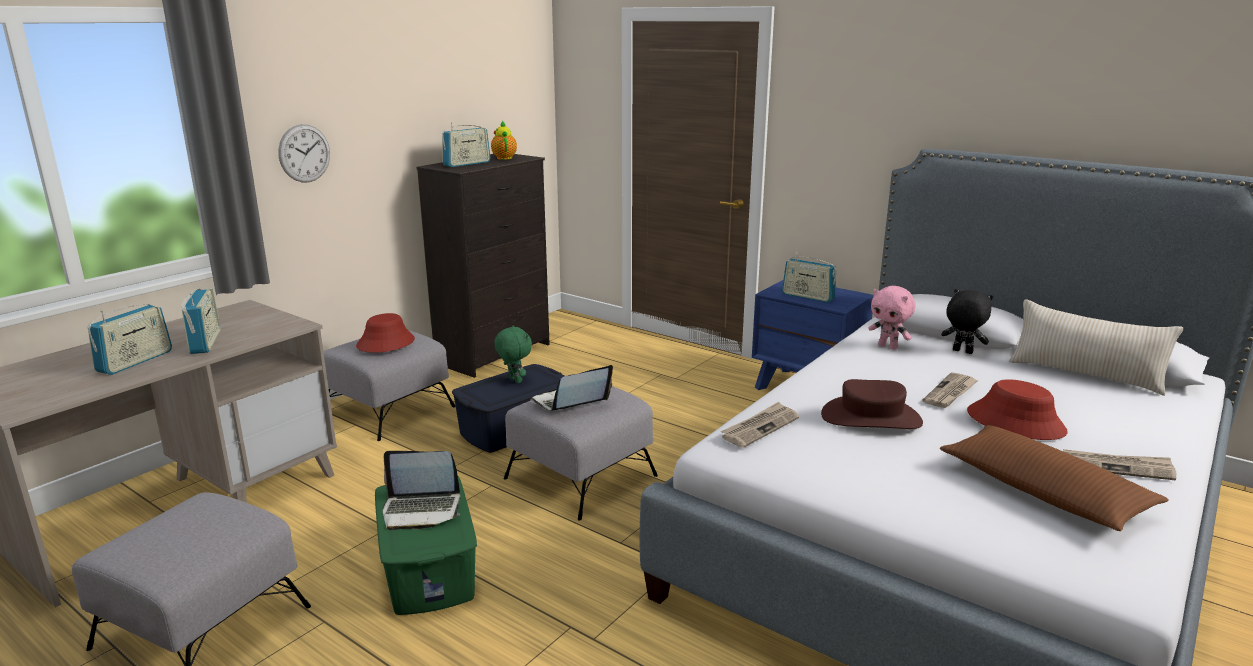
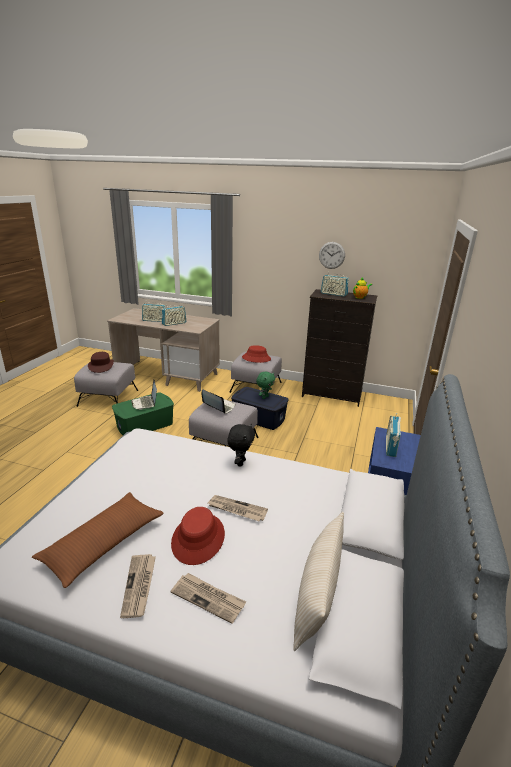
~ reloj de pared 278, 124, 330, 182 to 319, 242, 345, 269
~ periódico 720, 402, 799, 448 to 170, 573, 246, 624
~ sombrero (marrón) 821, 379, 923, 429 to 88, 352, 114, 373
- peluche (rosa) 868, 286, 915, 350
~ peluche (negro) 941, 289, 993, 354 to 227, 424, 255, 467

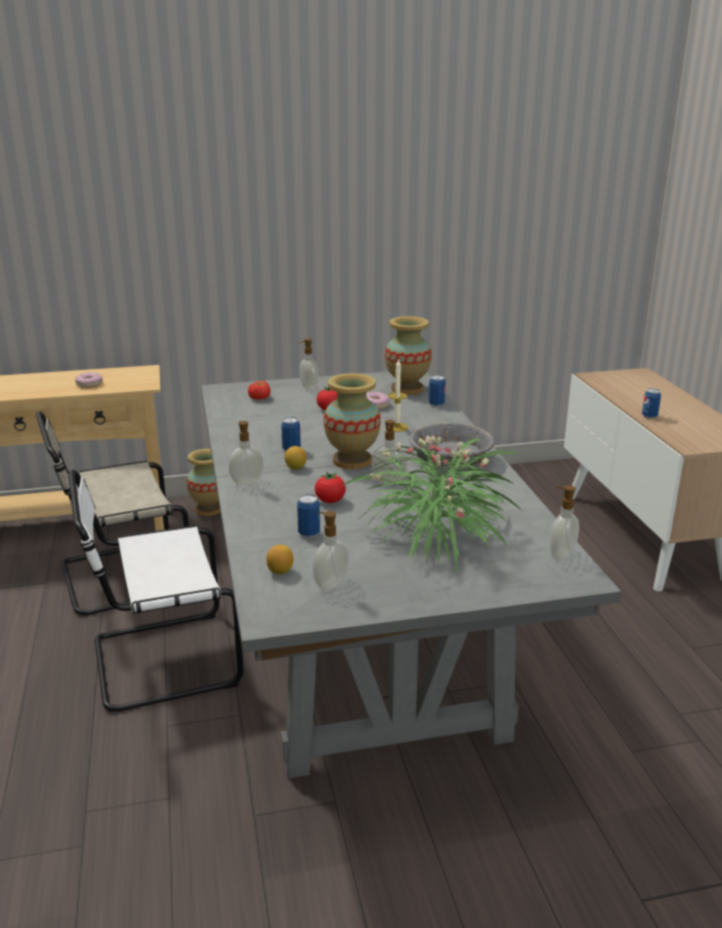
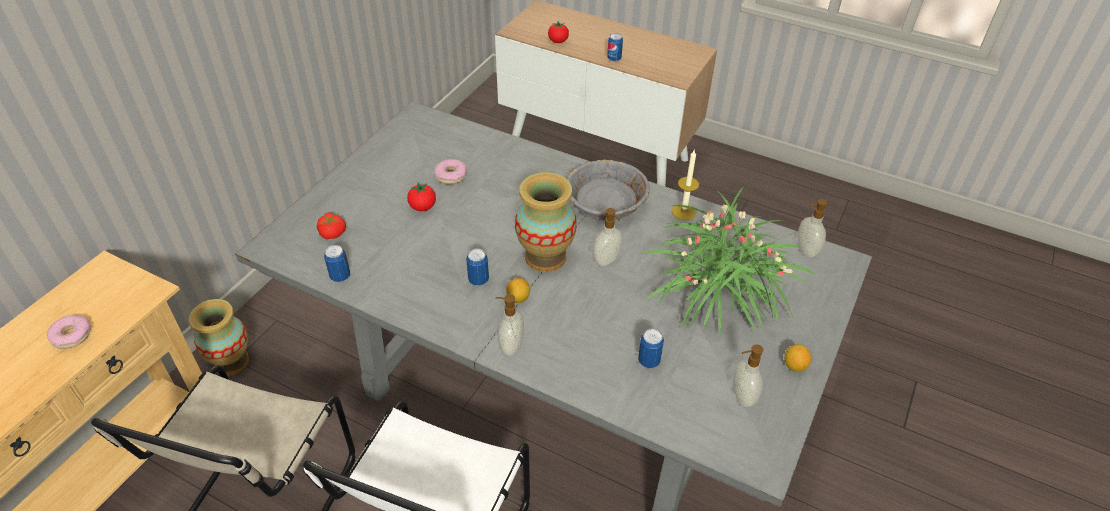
~ limón 266, 545, 293, 574 to 785, 344, 811, 372
- dispensador de jabón 299, 338, 318, 391
~ tomate 315, 472, 346, 503 to 548, 21, 569, 43
- florero 385, 316, 432, 395
~ vela 388, 358, 408, 432 to 672, 150, 699, 220
~ lata 428, 375, 446, 407 to 324, 245, 350, 282

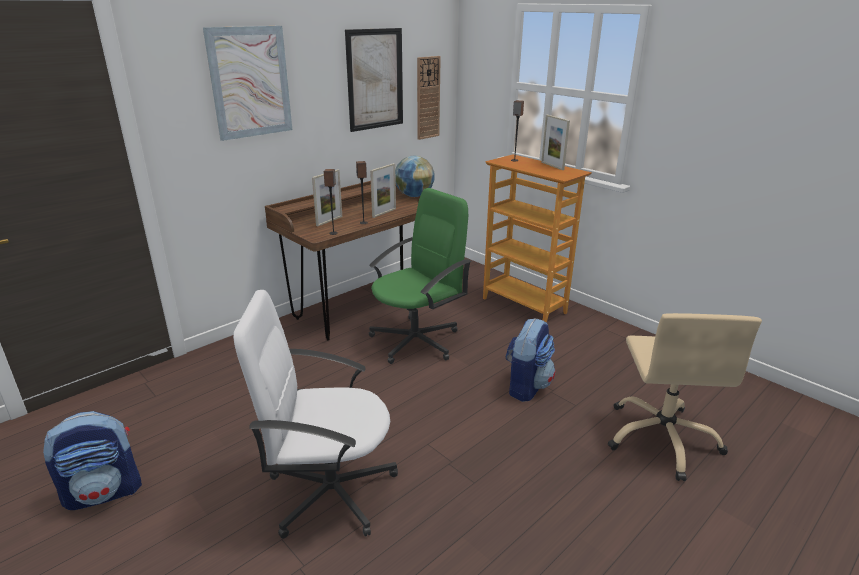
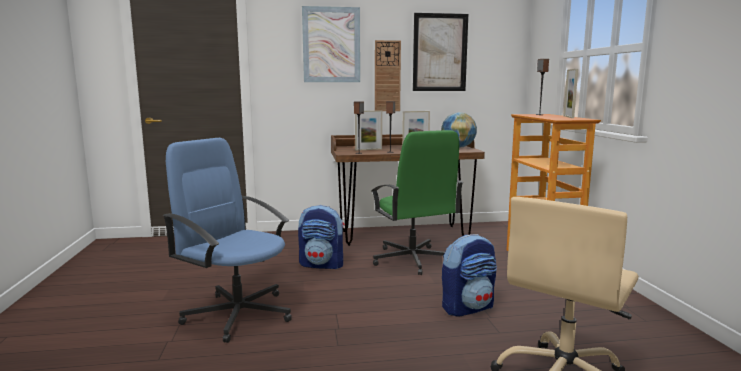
~ mochila 43, 411, 142, 510 to 298, 205, 345, 269
~ silla de oficina (blanco) 233, 290, 398, 539 to silla de oficina (azul) 162, 138, 292, 343
~ silla de oficina (verde) 369, 188, 471, 364 = 371, 130, 464, 275 75 degrees clockwise
~ reloj de pared 417, 56, 441, 140 to 375, 40, 401, 111

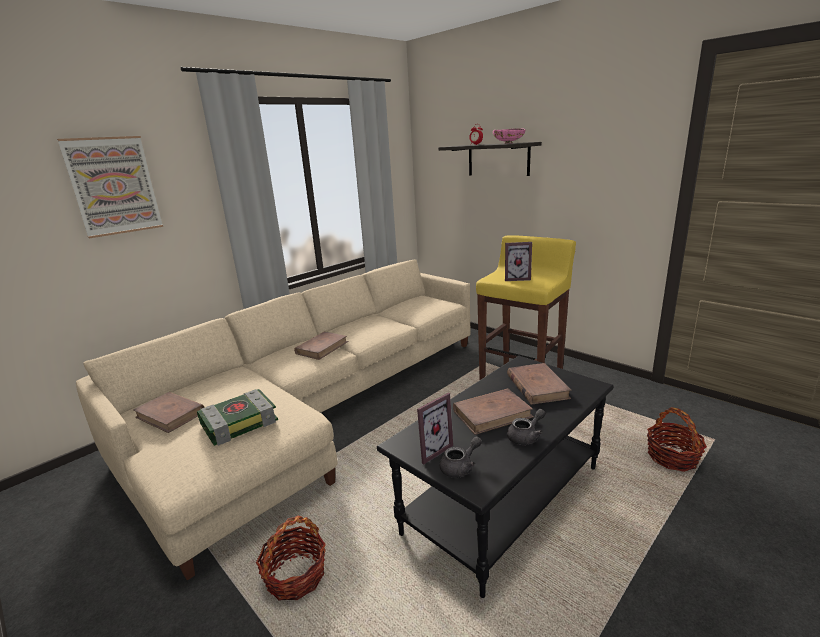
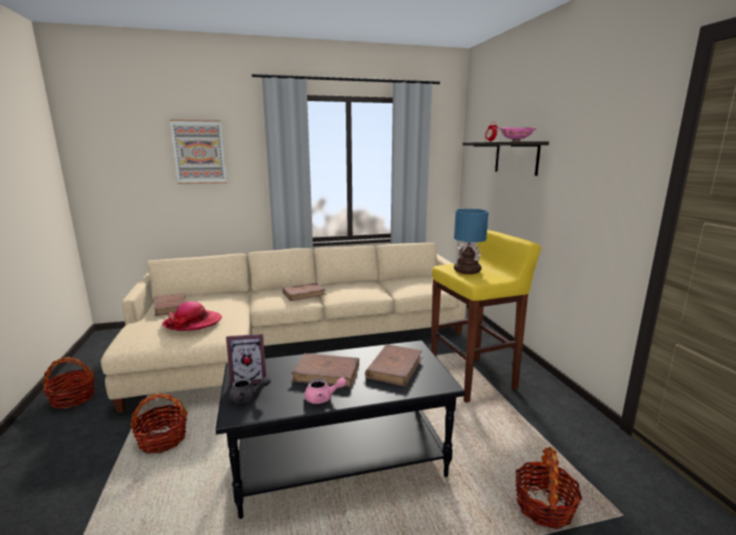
~ libro 197, 389, 278, 446 to sombrero 162, 301, 222, 331
~ portarretratos 505, 242, 532, 281 to lámpara de mesa 454, 209, 489, 274
~ tetera (gris) 507, 409, 546, 445 to tetera (rosa) 304, 377, 347, 404
+ cesta 42, 357, 95, 409

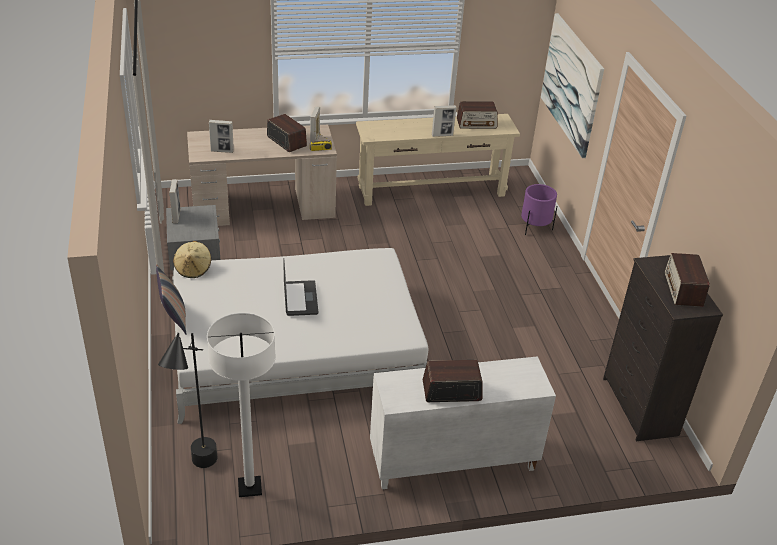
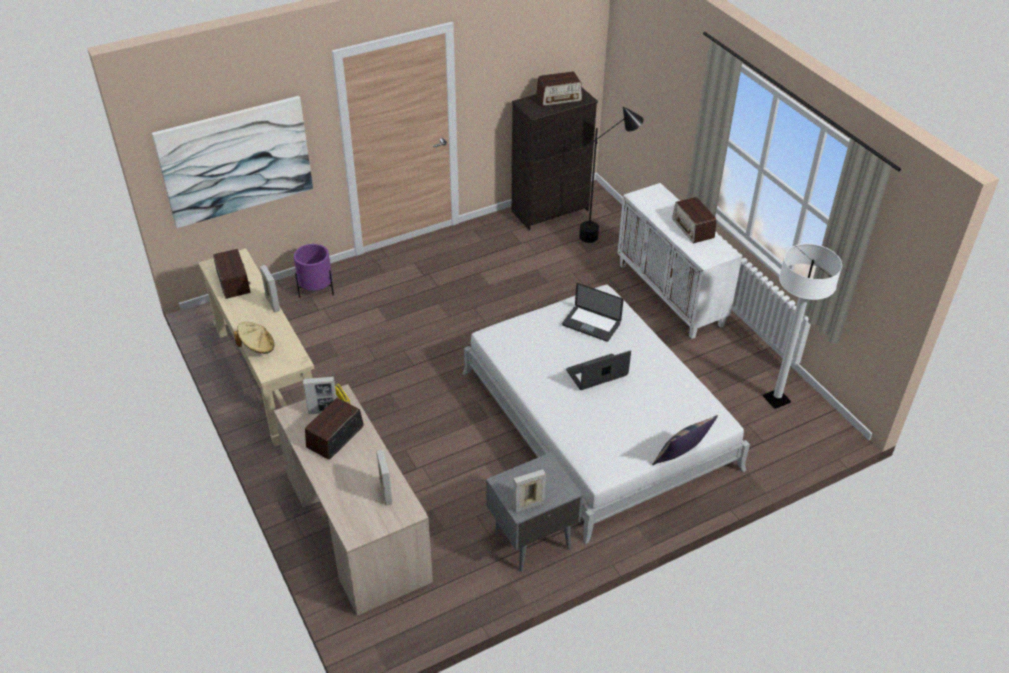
~ lámpara de pie (negro) 158, 333, 217, 468 to 579, 106, 644, 243
~ sombrero (beis) 173, 241, 211, 278 to 234, 322, 274, 354
+ portátil 562, 283, 623, 342

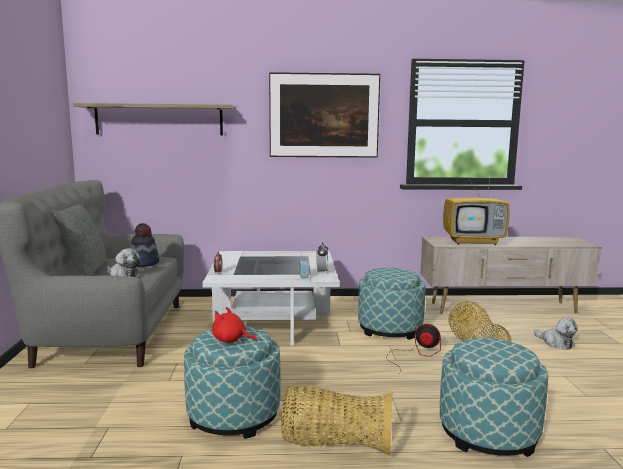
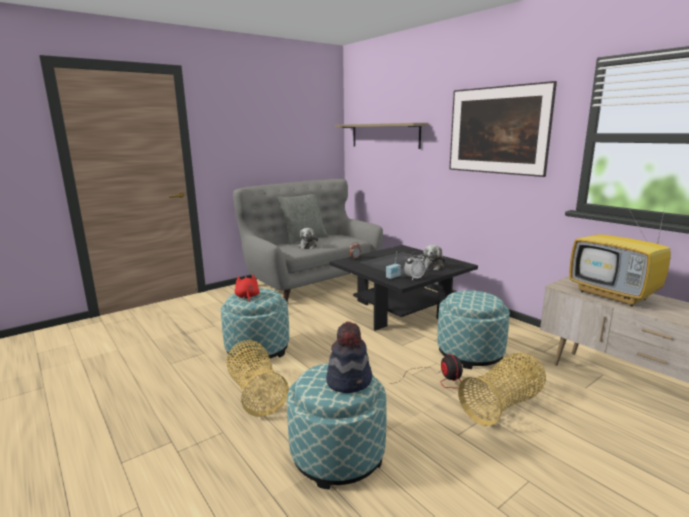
~ sombrero 130, 223, 159, 267 to 326, 321, 372, 393
~ mesa de centro (blanco) 203, 251, 340, 346 to mesa de centro (negro) 330, 245, 478, 331
~ peluche 534, 318, 578, 350 to 424, 245, 446, 270

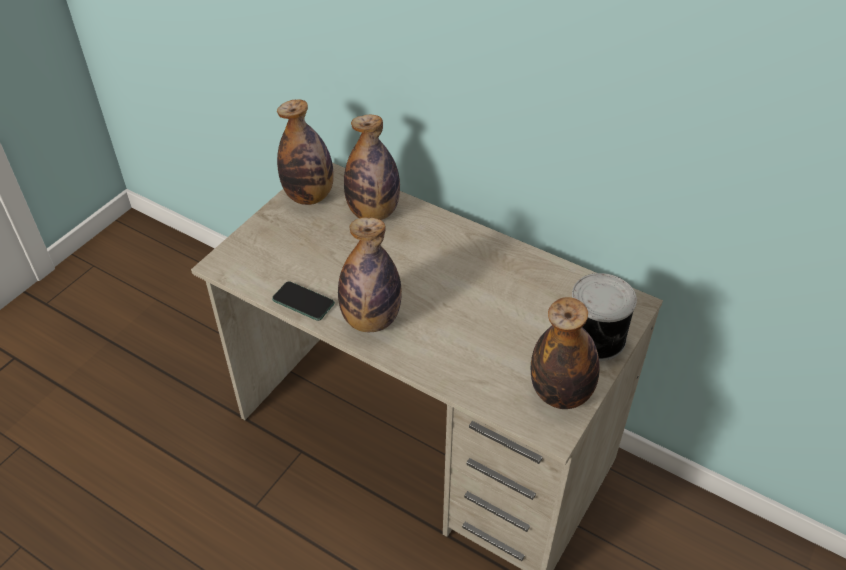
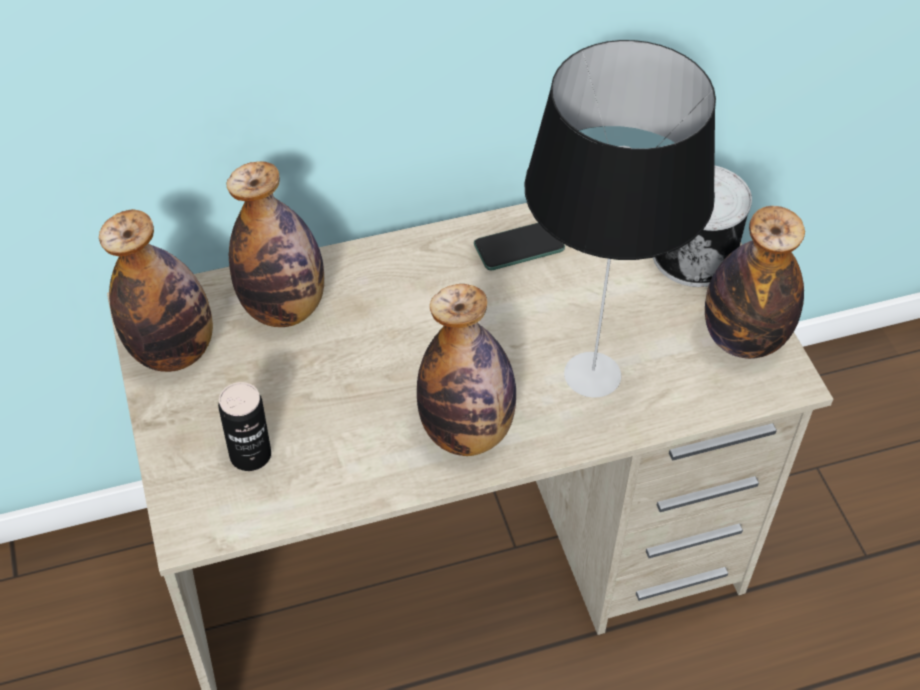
~ móvil 272, 281, 335, 321 to 474, 223, 565, 270
+ lata 218, 382, 271, 471
+ lámpara de mesa 524, 40, 716, 397

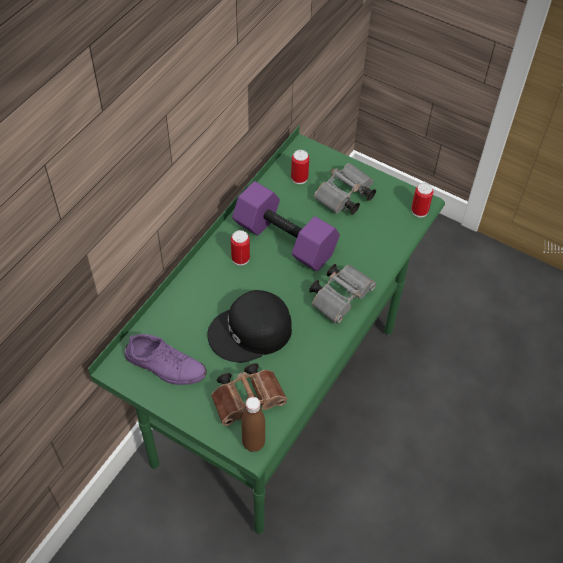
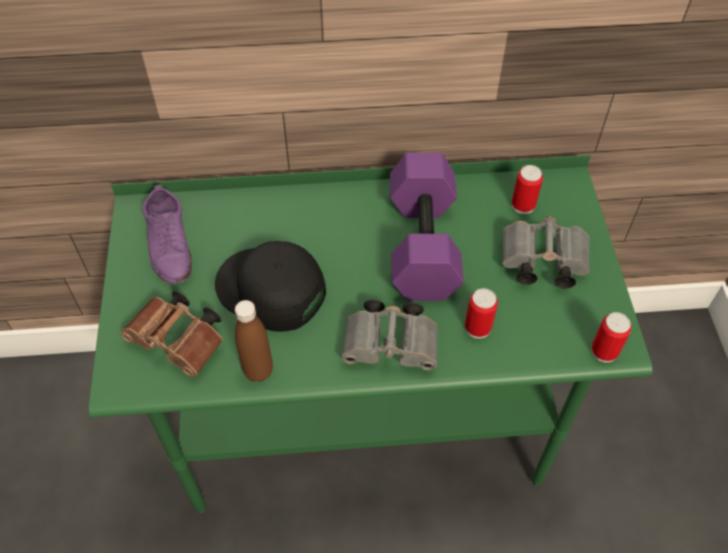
~ lata 231, 230, 250, 266 to 465, 288, 498, 339
~ botella (marrón) 241, 397, 265, 452 to 235, 300, 273, 382

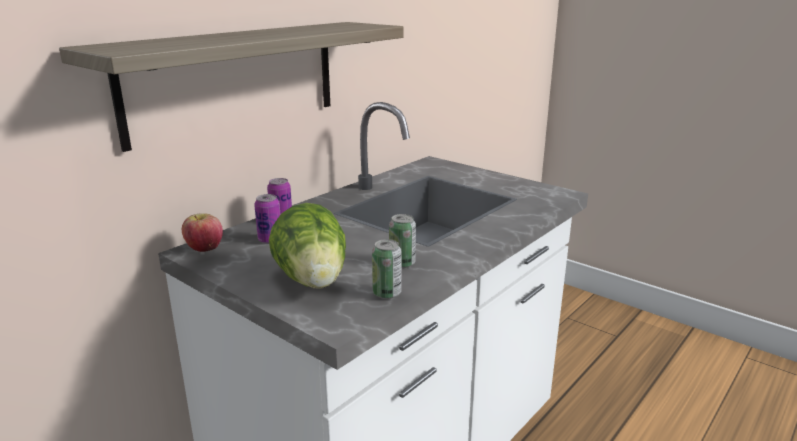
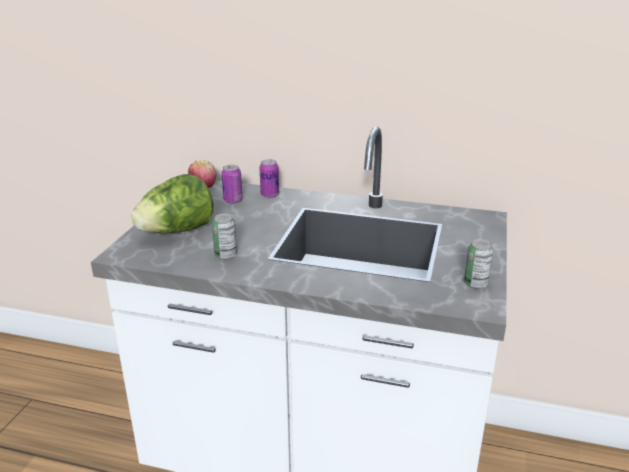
- estante 59, 22, 404, 152
~ lata 372, 239, 402, 299 to 464, 239, 493, 289

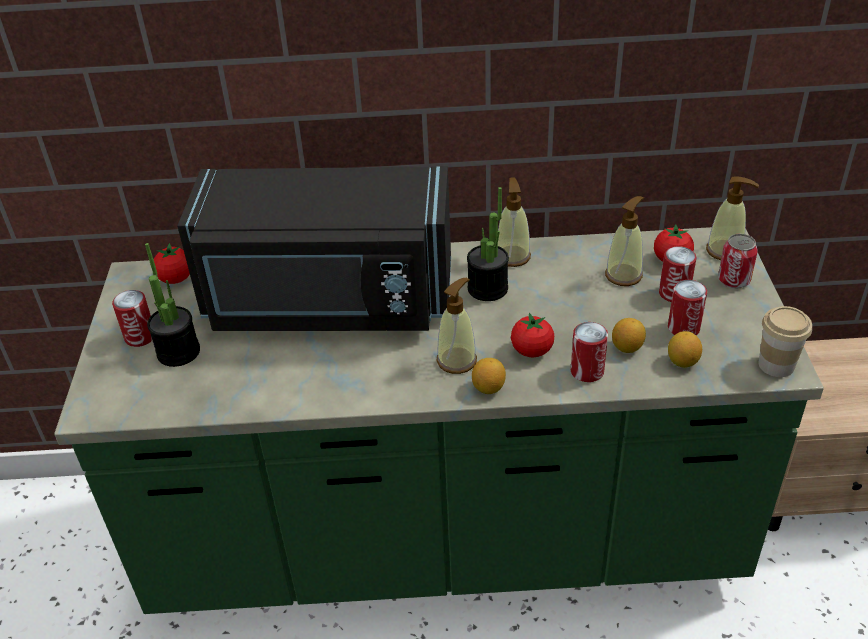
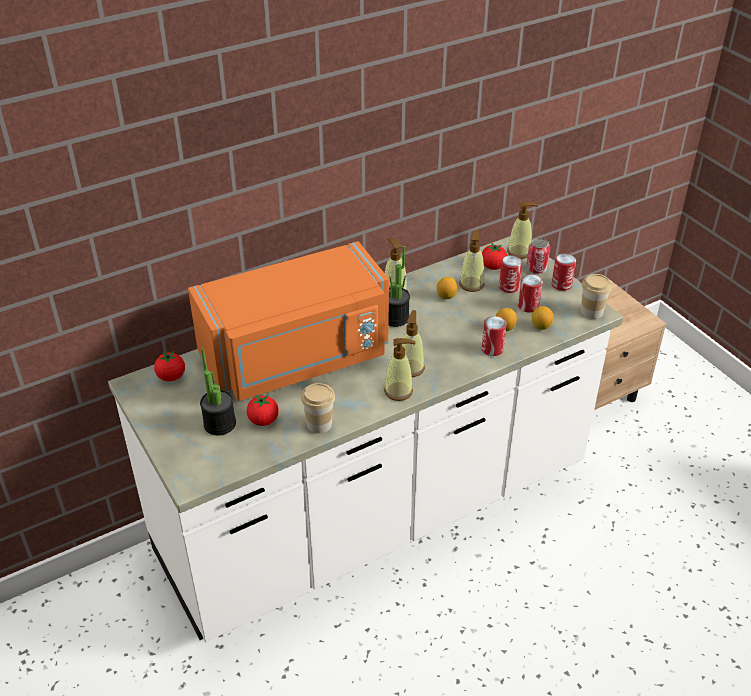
~ mueble bajo de cocina (verde) 54, 227, 824, 614 to mueble bajo de cocina (blanco) 108, 236, 623, 642
~ lata 112, 290, 152, 347 to 552, 253, 576, 291
~ microondas (negro) 177, 166, 451, 331 to microondas (naranja) 188, 241, 389, 401
~ limón 472, 358, 506, 394 to 437, 277, 457, 299
~ tomate 511, 313, 554, 357 to 247, 395, 279, 426
+ taza 301, 383, 335, 433
+ dispensador de jabón 384, 338, 416, 401

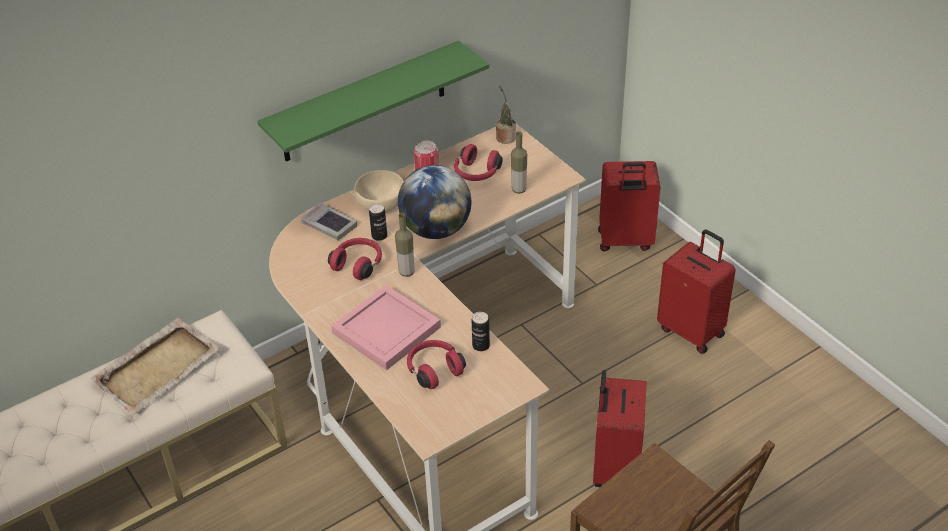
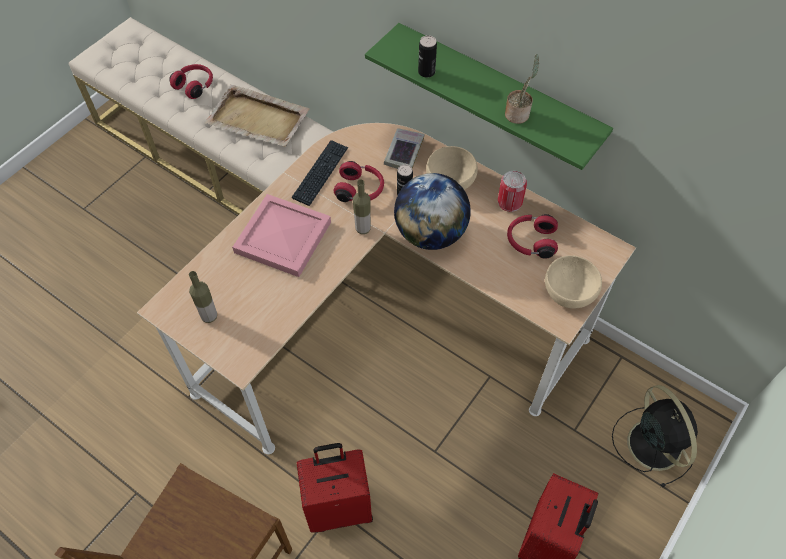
~ auriculares (rojo) 407, 340, 466, 389 to 169, 64, 213, 99
~ lata 472, 312, 490, 351 to 418, 35, 437, 77
~ planta en maceta 496, 85, 516, 144 to 505, 54, 539, 124
~ botella 511, 131, 527, 194 to 189, 271, 217, 323
~ maleta (rojo) 598, 161, 660, 251 to ventilador (negro) 612, 385, 698, 487
+ teclado 292, 140, 348, 206
+ cuenco (beis) 545, 255, 602, 309

